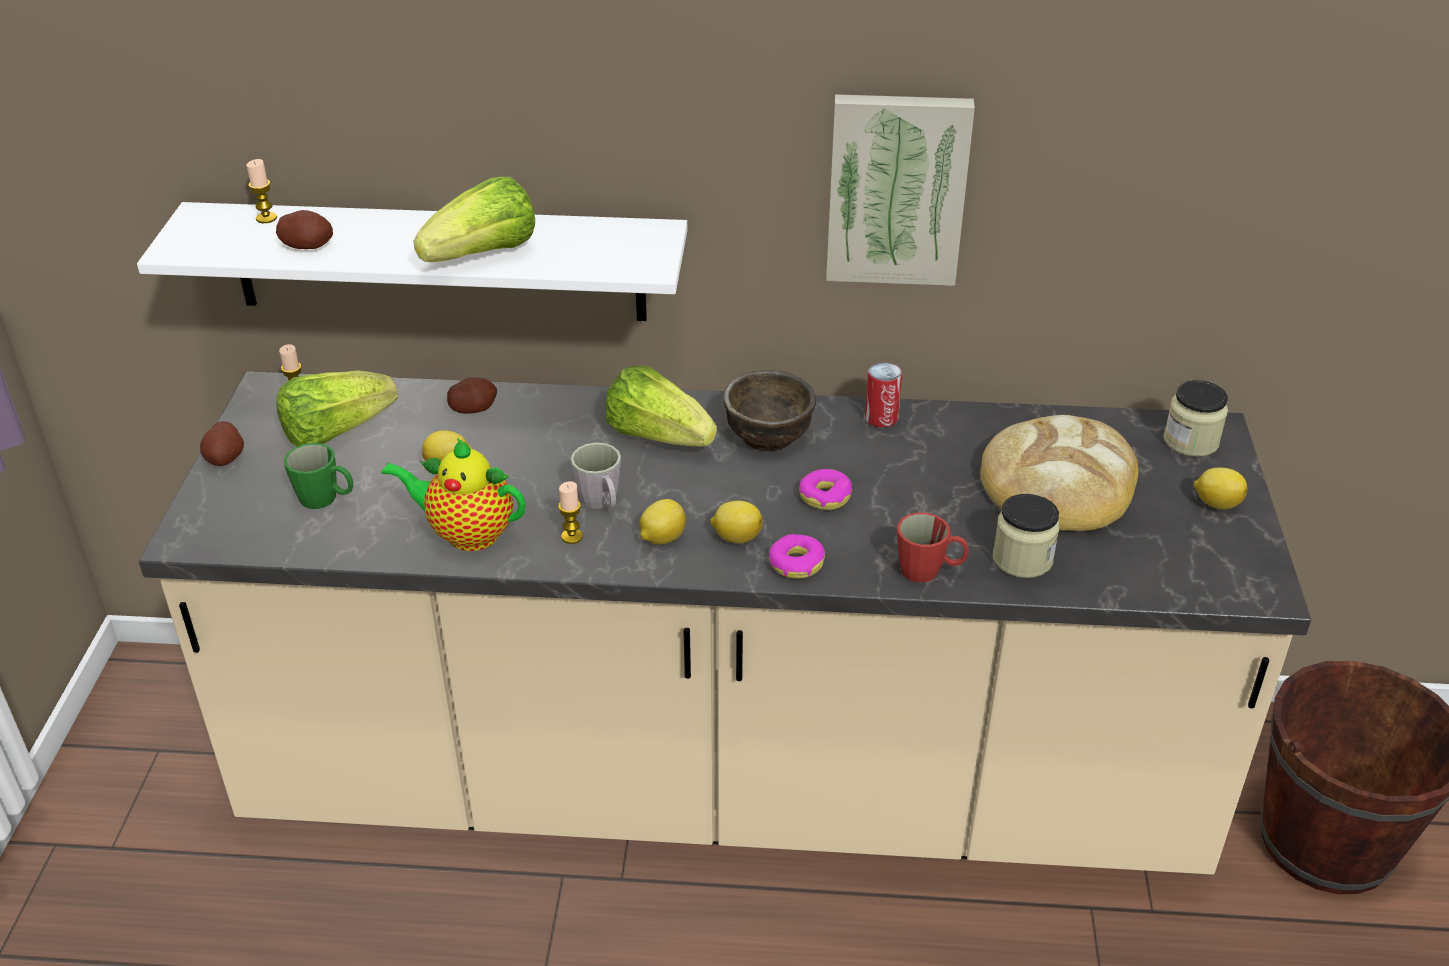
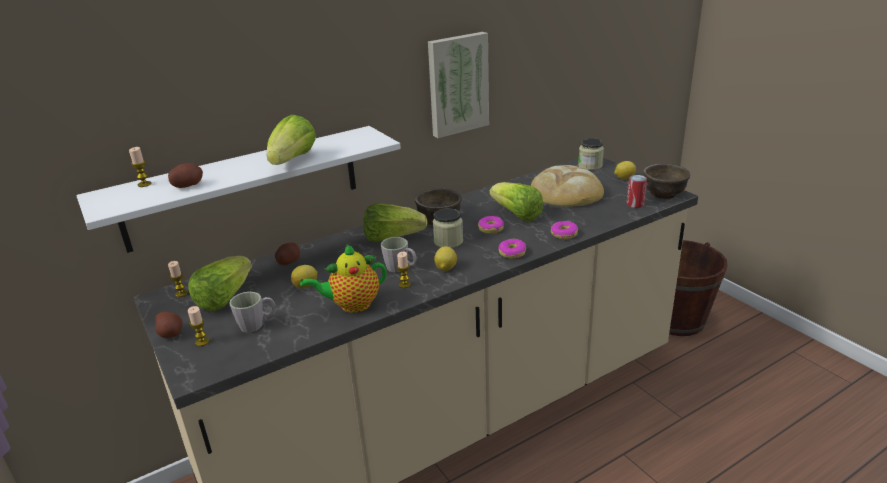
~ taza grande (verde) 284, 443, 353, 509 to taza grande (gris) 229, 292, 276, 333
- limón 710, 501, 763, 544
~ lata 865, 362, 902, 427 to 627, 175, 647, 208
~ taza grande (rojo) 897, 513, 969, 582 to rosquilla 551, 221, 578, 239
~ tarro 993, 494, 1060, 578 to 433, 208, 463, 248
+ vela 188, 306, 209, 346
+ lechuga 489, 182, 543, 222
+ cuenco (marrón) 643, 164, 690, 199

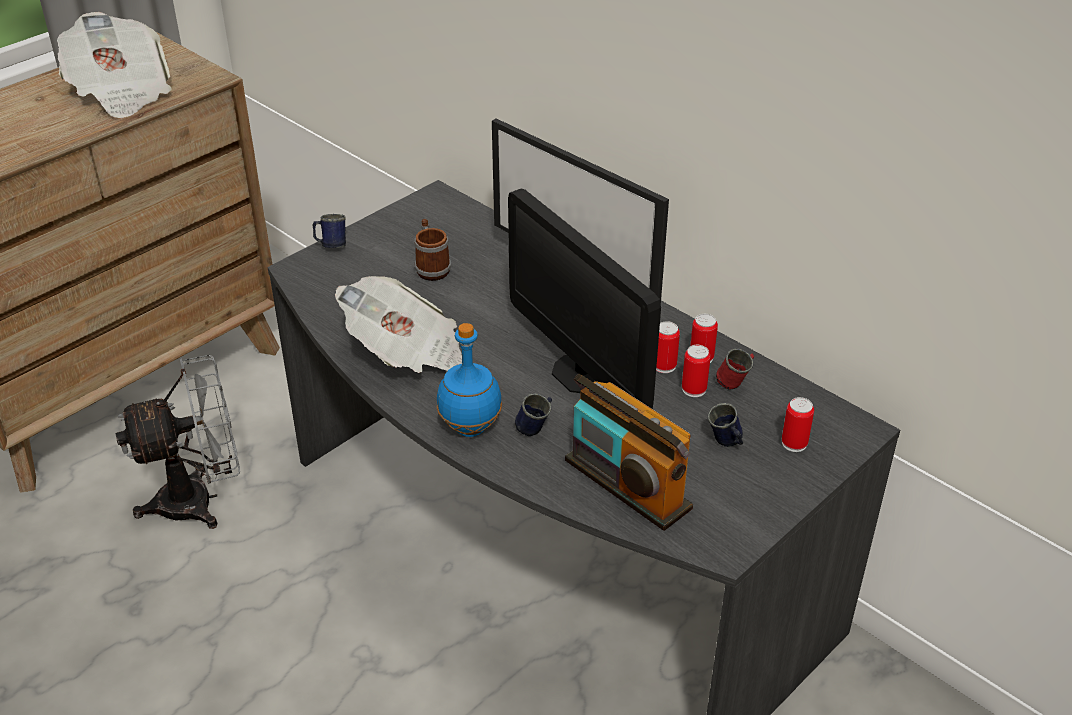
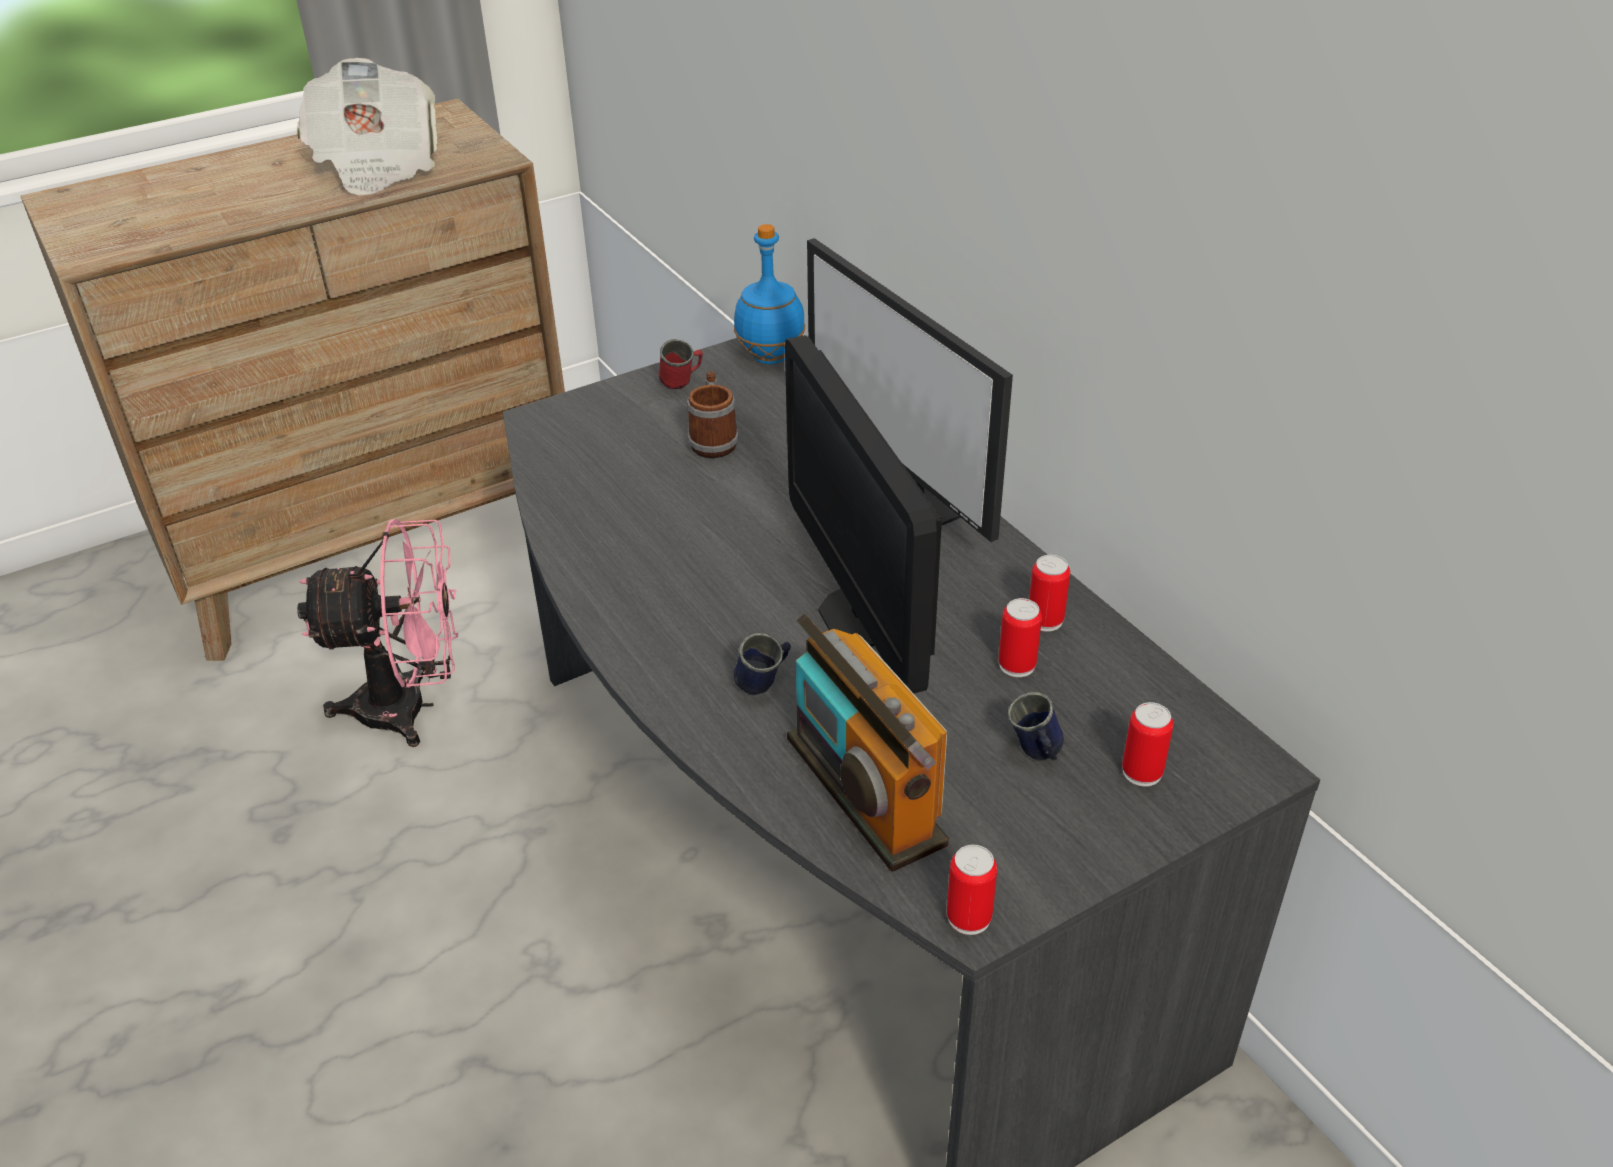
~ ventilador (gris) 116, 355, 240, 529 to ventilador (rosa) 297, 519, 458, 747
- taza grande (azul) 312, 214, 346, 248
- periódico 335, 276, 462, 373
~ botella (azul) 437, 323, 502, 437 to 734, 224, 805, 364
~ lata 656, 321, 680, 373 to 947, 845, 997, 935
~ taza grande (rojo) 716, 349, 754, 390 to 659, 339, 703, 389

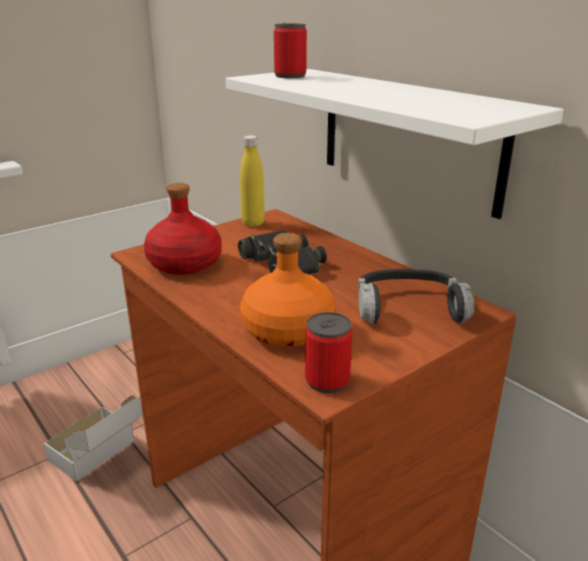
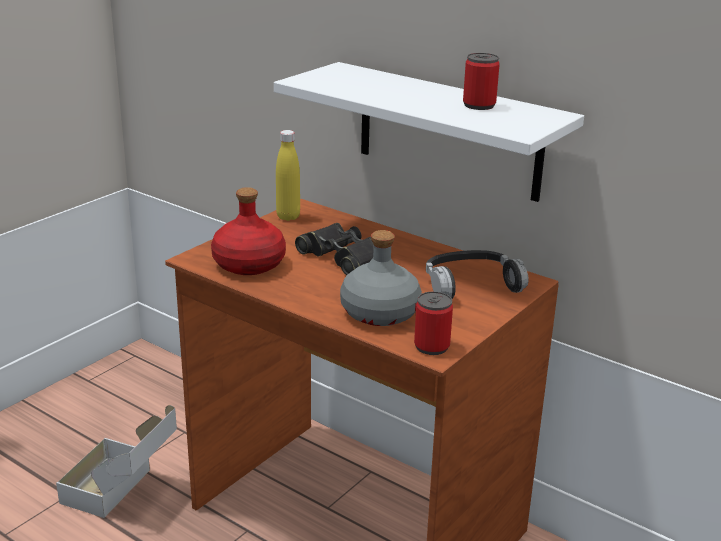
~ botella (naranja) 240, 233, 336, 347 to botella (gris) 340, 230, 422, 326
~ lata 274, 23, 307, 78 to 463, 53, 500, 110

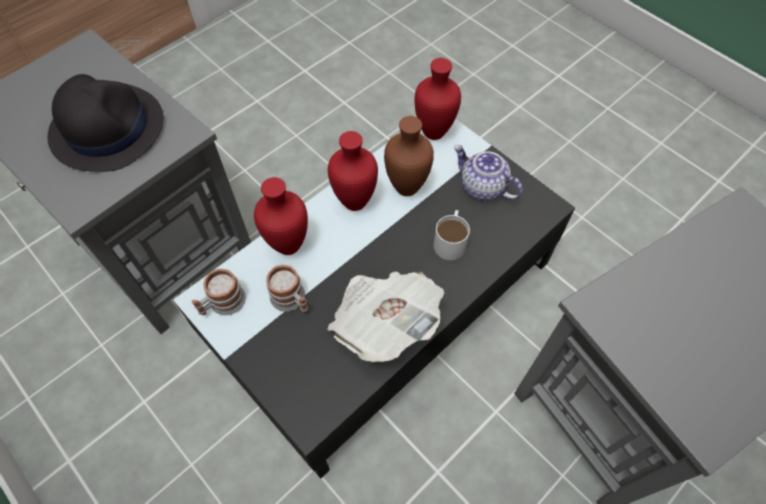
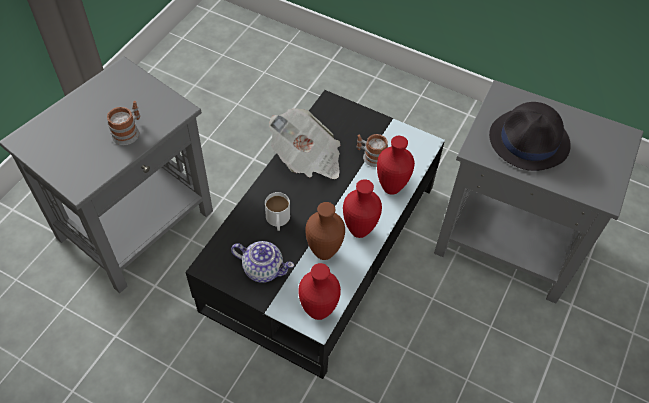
~ taza grande 192, 269, 246, 315 to 107, 101, 140, 145

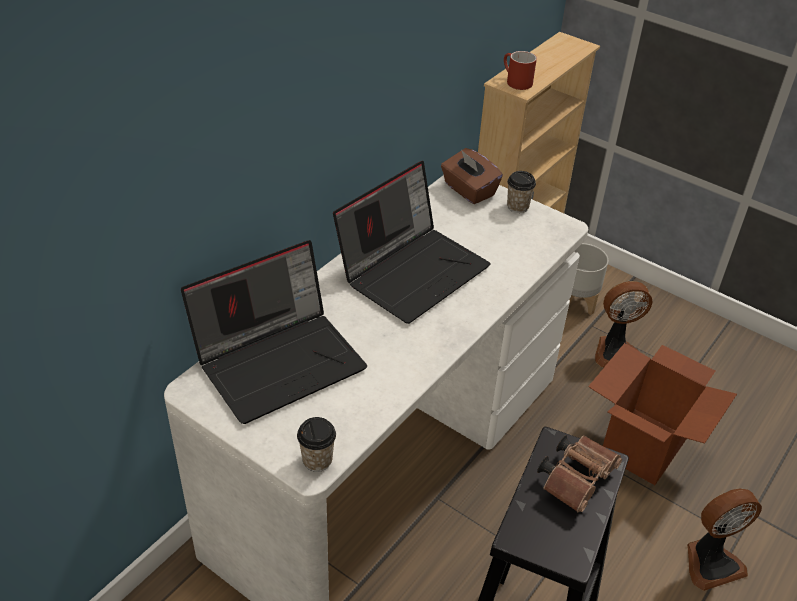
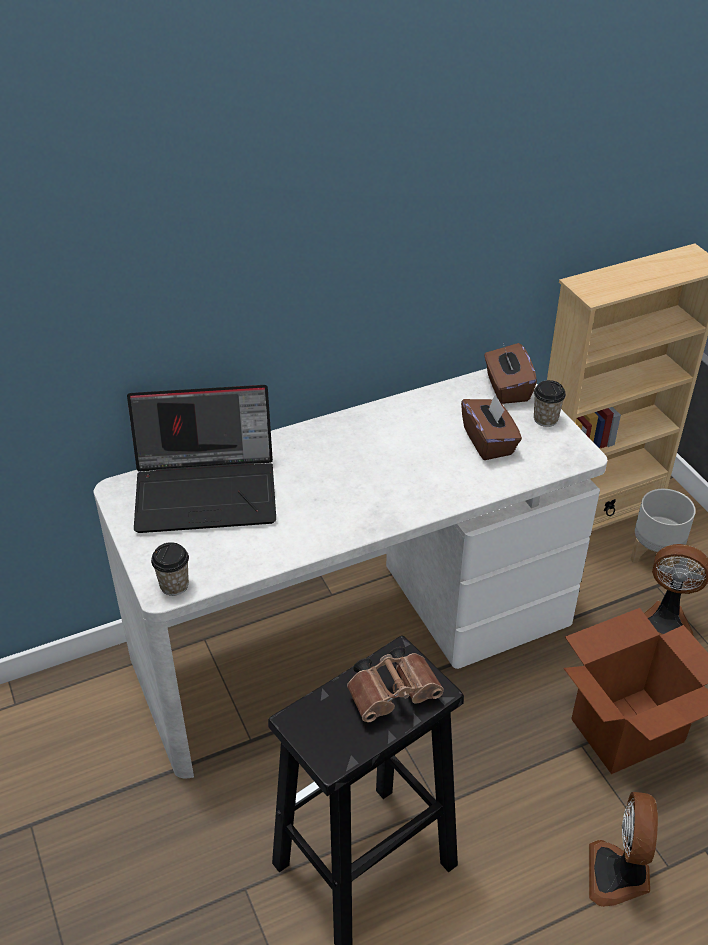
- portátil 333, 161, 491, 324
- taza grande (rojo) 504, 51, 537, 90
~ ventilador 687, 489, 762, 591 = 589, 792, 658, 907 90 degrees clockwise
+ caja de pañuelos (marrón) 461, 393, 522, 460

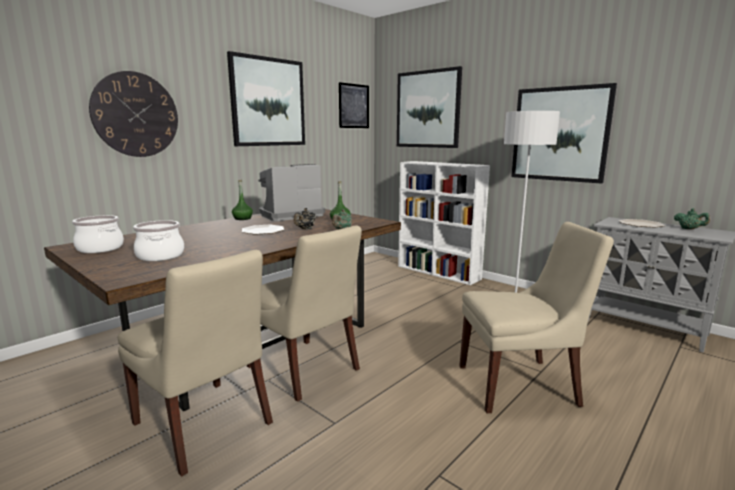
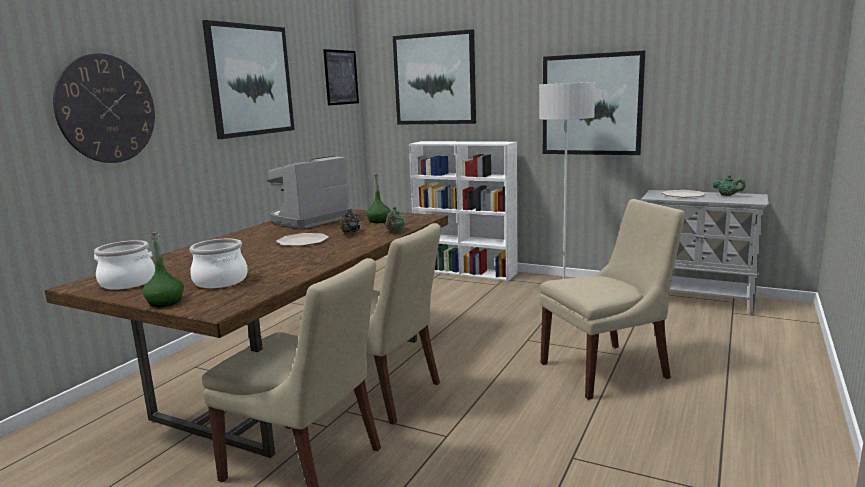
~ botella (verde) 232, 180, 253, 220 to 142, 232, 184, 307

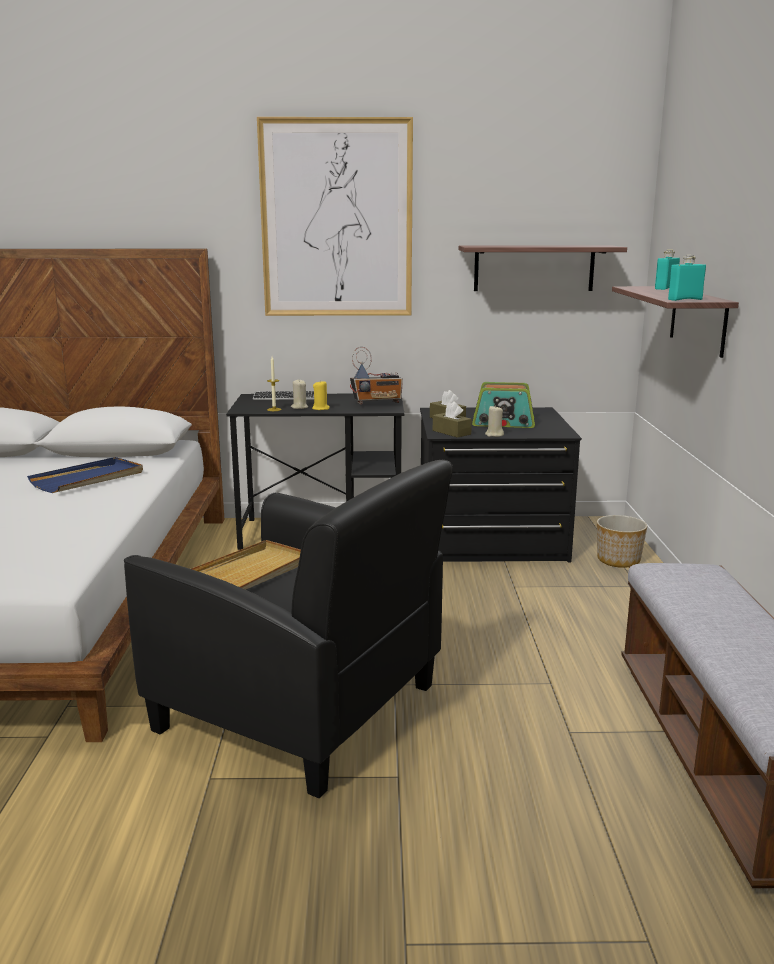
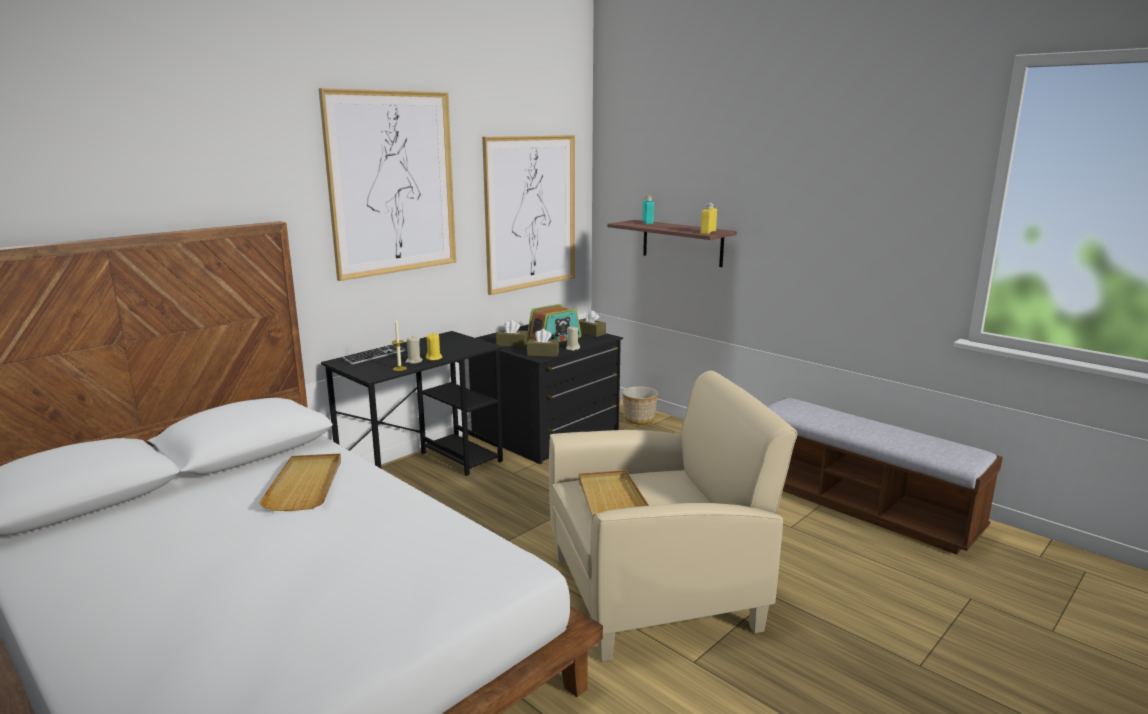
~ bandeja (azul) 27, 457, 143, 493 to bandeja (beis) 259, 454, 341, 511
~ sillón (negro) 124, 460, 453, 798 to sillón (beis) 549, 371, 797, 662
- radio 350, 347, 403, 405
~ estante 458, 245, 627, 291 to cuadro 482, 135, 575, 295
~ botella (turquesa) 668, 255, 706, 301 to botella (amarillo) 701, 203, 717, 234
+ caja de pañuelos (marrón) 579, 310, 606, 337

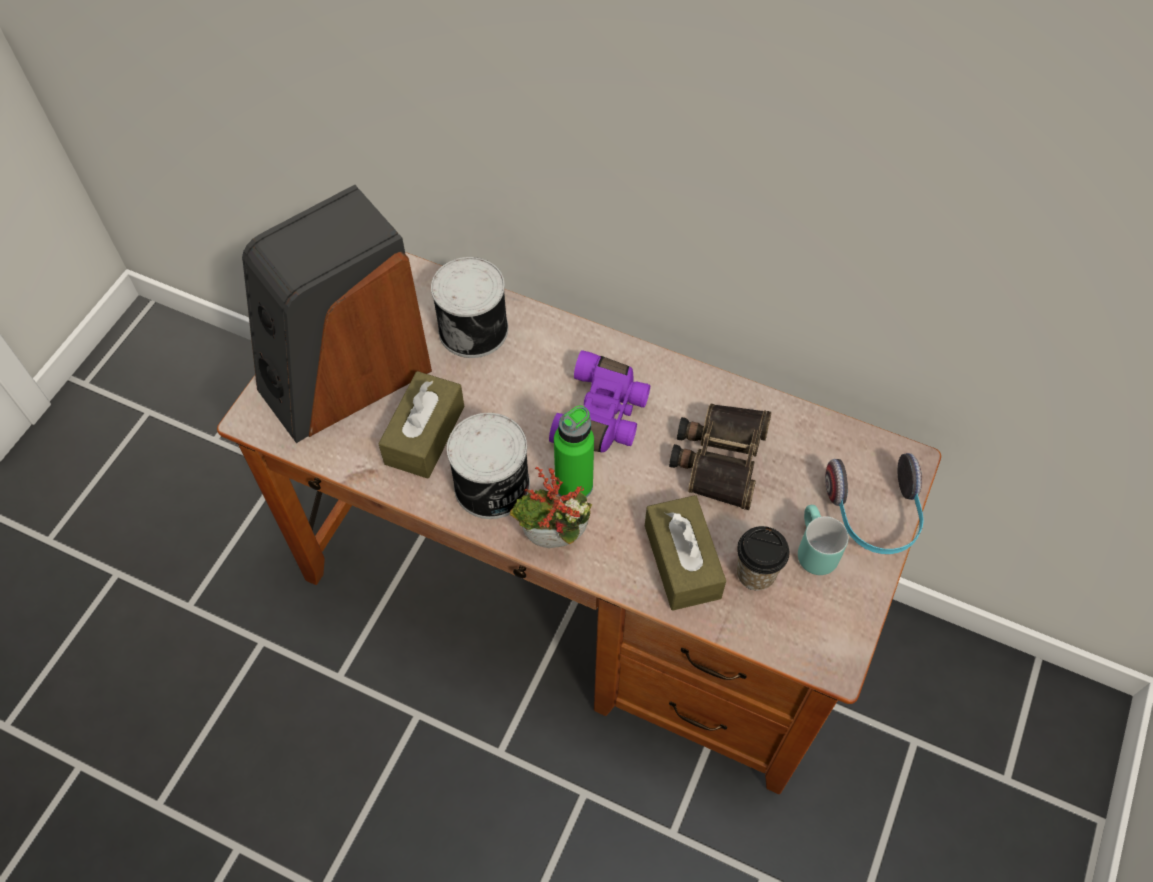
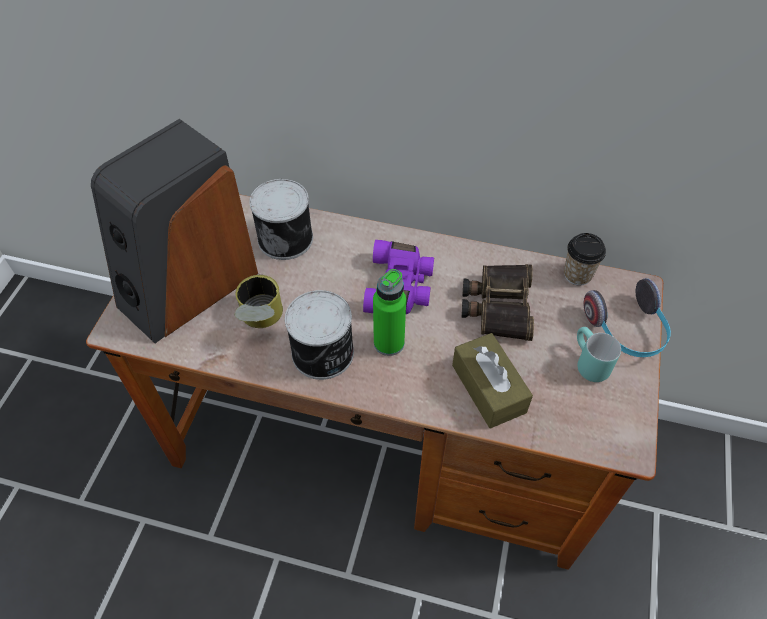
~ caja de pañuelos (marrón) 378, 371, 464, 479 to lata 234, 275, 283, 328
- planta en maceta 510, 467, 592, 548
~ taza 737, 526, 789, 590 to 564, 233, 606, 286

